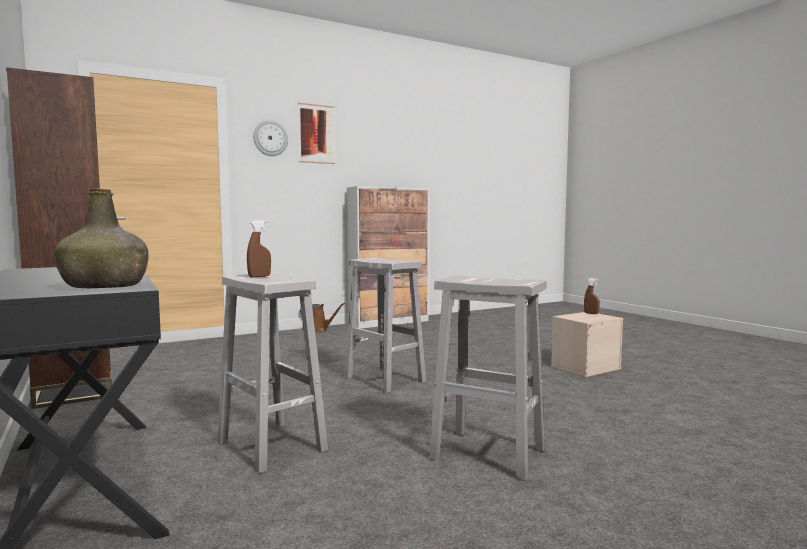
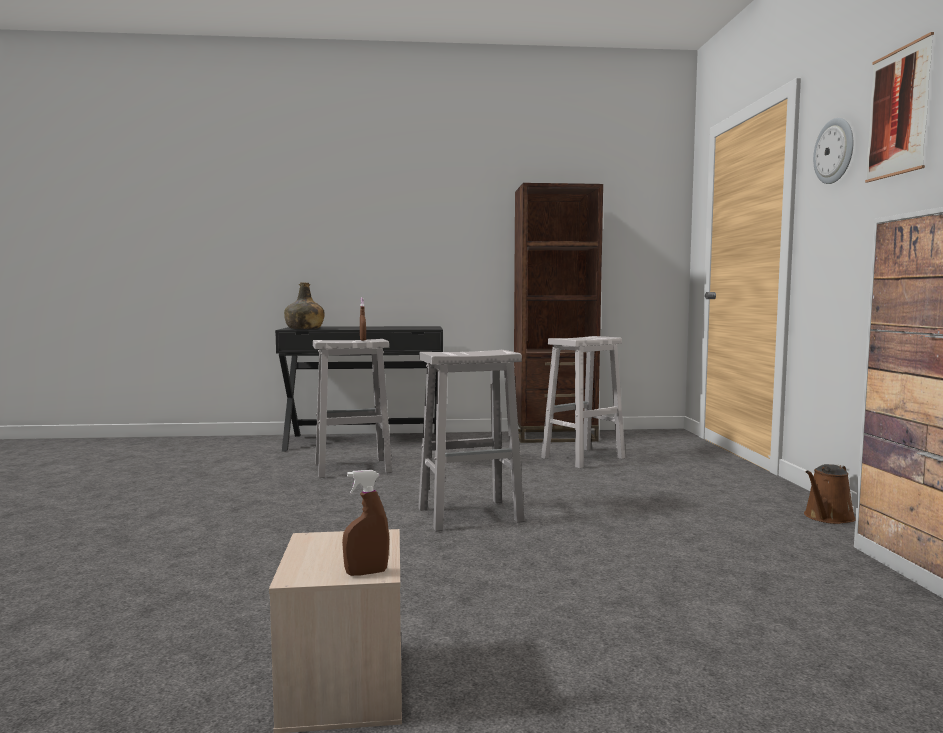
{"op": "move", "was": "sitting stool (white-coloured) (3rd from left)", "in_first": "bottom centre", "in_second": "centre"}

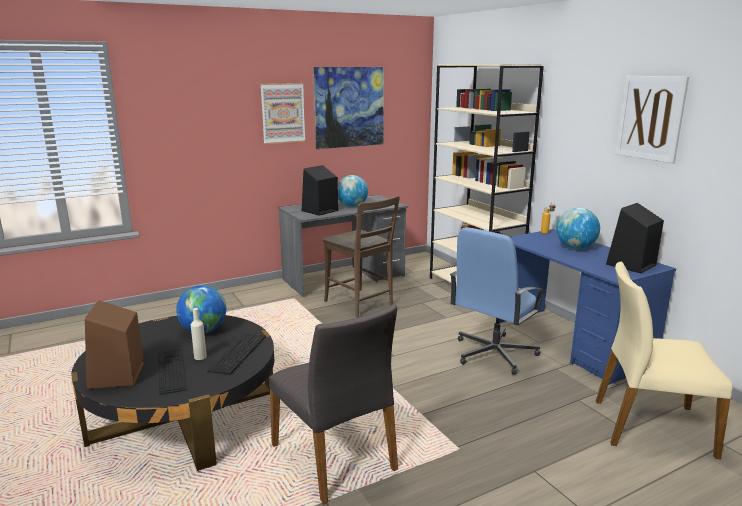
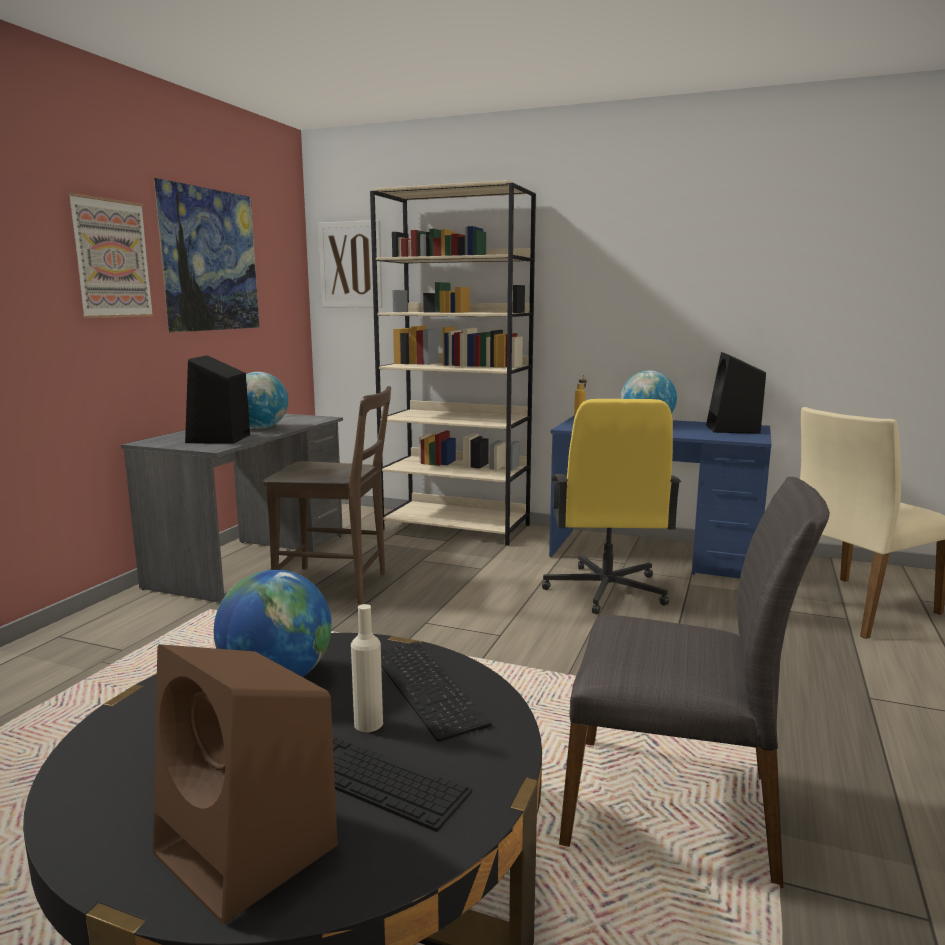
{"op": "move", "was": "wall art (3rd from left)", "in_first": "top right", "in_second": "top centre"}
{"op": "recolor", "was": "computer chair (blue-coloured)", "now": "computer chair (yellow)", "in_first": "middle right", "in_second": "centre"}

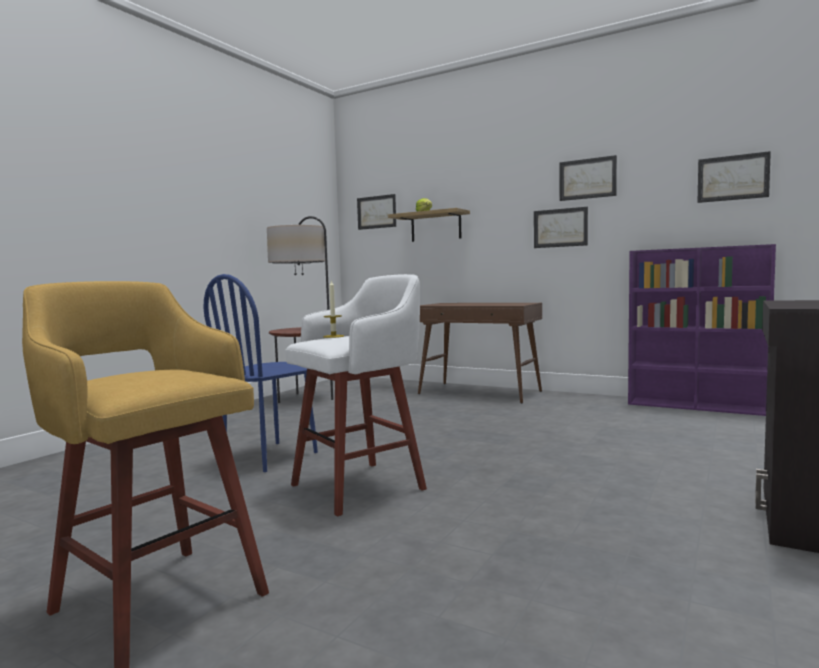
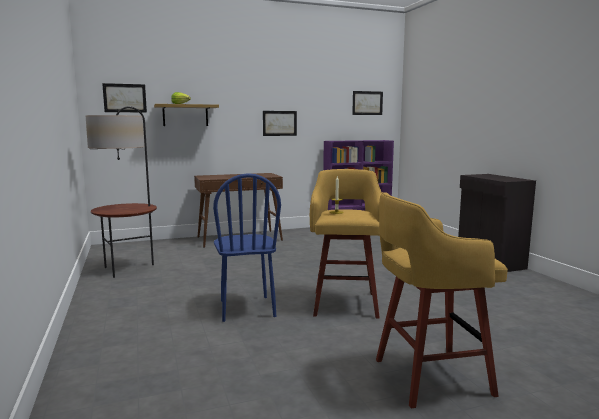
{"op": "recolor", "was": "sitting stool (white-coloured)", "now": "sitting stool (yellow) (1st from left)", "in_first": "centre", "in_second": "centre"}
{"op": "delete", "was": "wall art (3rd from left)", "in_first": "top right"}

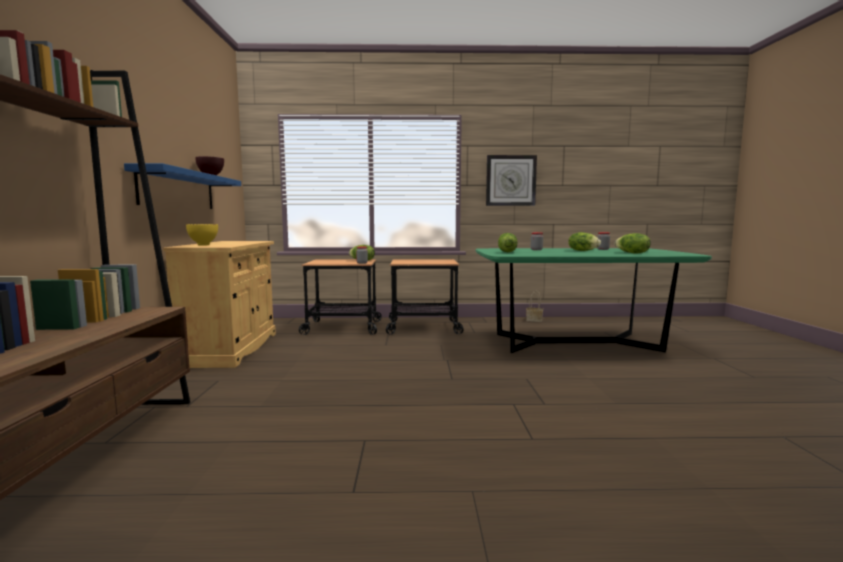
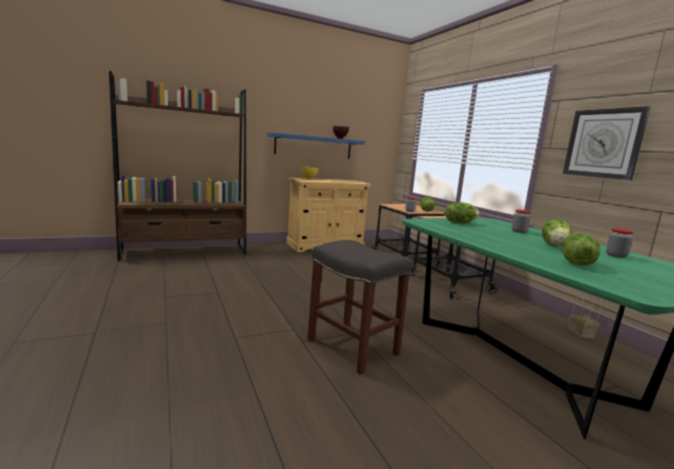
{"op": "insert", "now": "sitting stool (gray)", "in_second": "centre"}

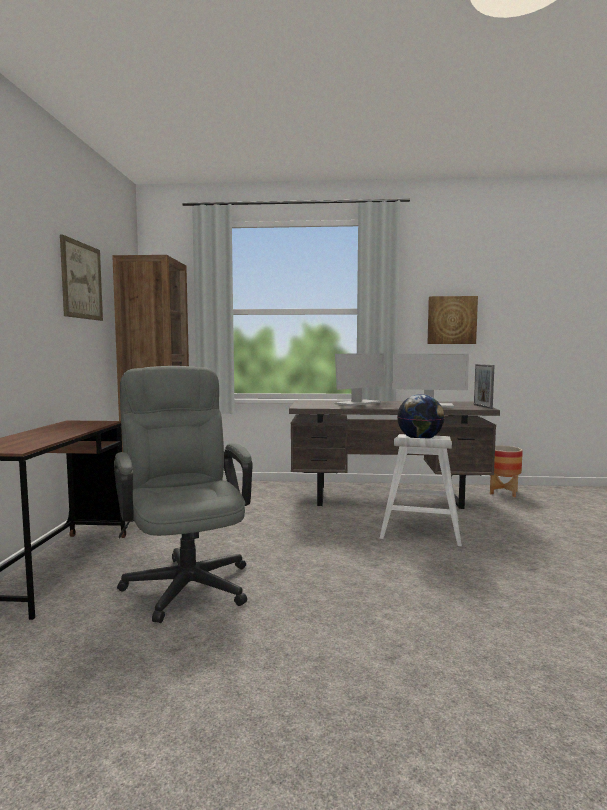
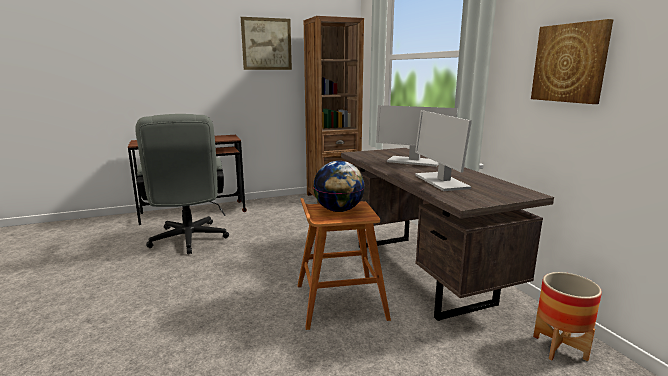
{"op": "rotate", "was": "computer chair (gray)", "in_first": "middle left", "in_second": "middle left", "clockwise": 120}
{"op": "recolor", "was": "sitting stool (white-coloured)", "now": "sitting stool (brownish)", "in_first": "middle right", "in_second": "bottom centre"}
{"op": "delete", "was": "picture frame", "in_first": "middle right"}

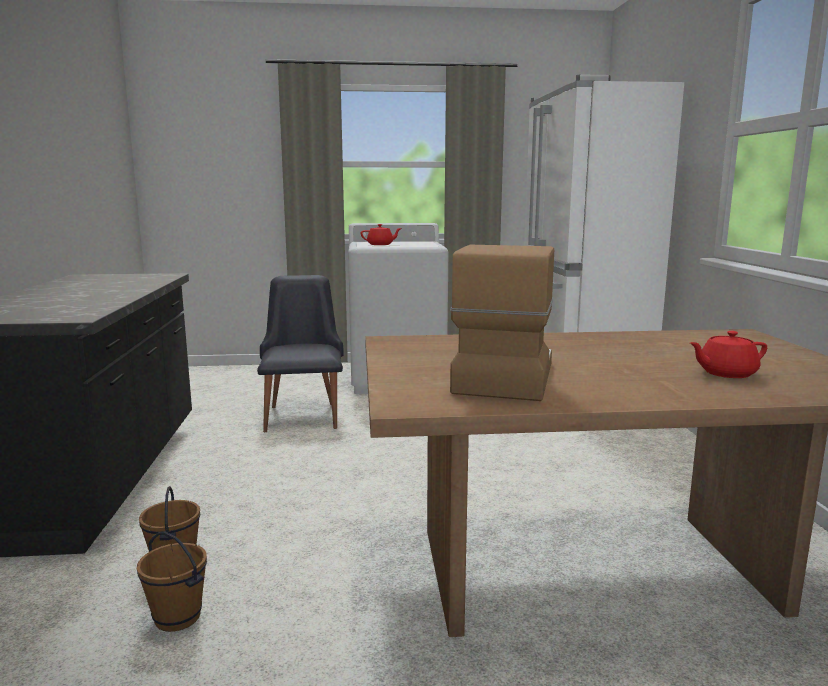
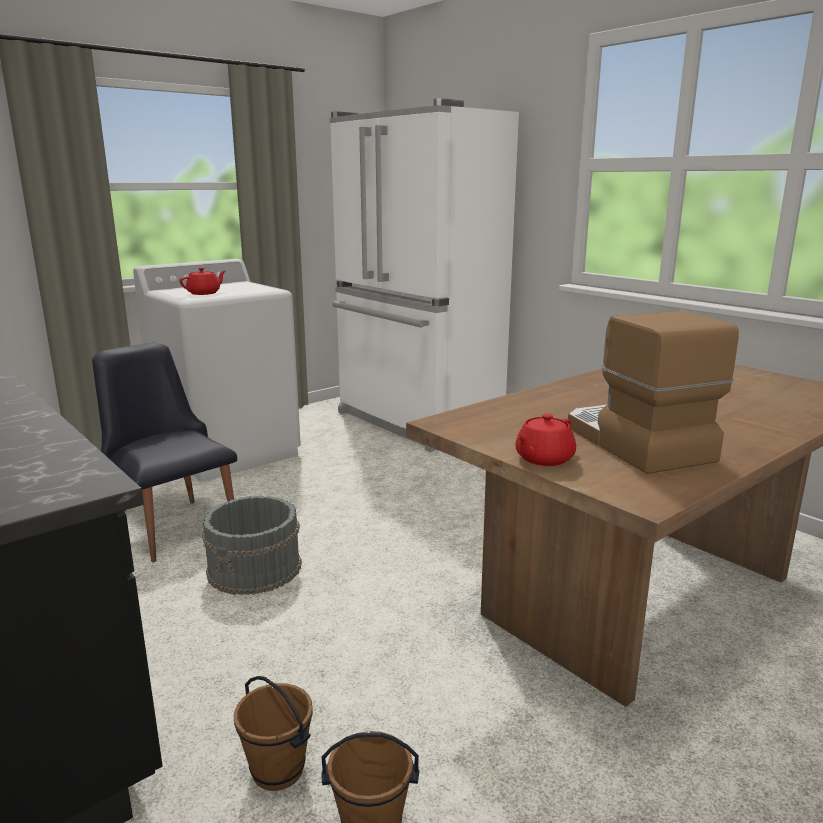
{"op": "insert", "now": "bucket (gray)", "in_second": "middle left"}
{"op": "move", "was": "tea pot (red-coloured) (2nd from left)", "in_first": "middle right", "in_second": "centre"}

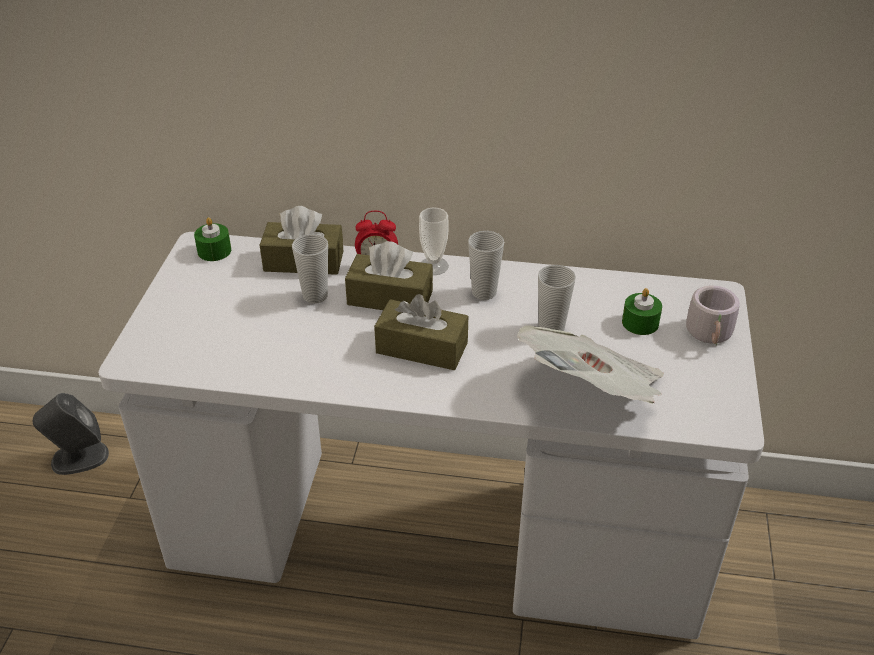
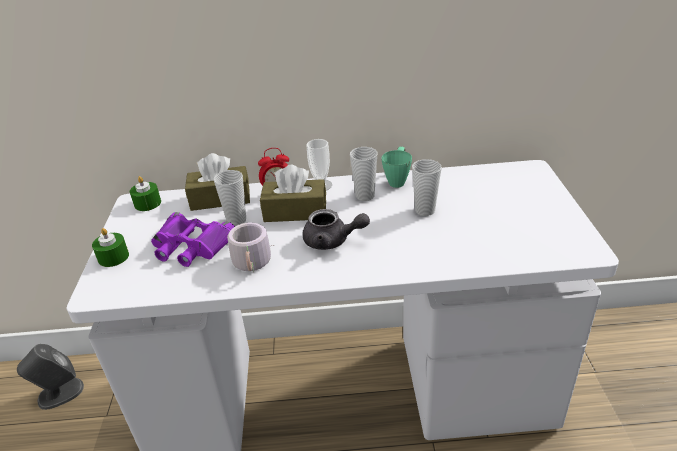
{"op": "move", "was": "candle (green-coloured) (2nd from left in the first image)", "now": "candle (green-coloured) (1st from left)", "in_first": "middle right", "in_second": "middle left"}
{"op": "insert", "now": "field glasses (purple-coloured)", "in_second": "middle left"}
{"op": "move", "was": "mug (gray)", "in_first": "middle right", "in_second": "centre"}
{"op": "replace", "was": "tissue box (brownish) (3rd from left)", "now": "tea pot (gray)", "in_first": "centre", "in_second": "centre"}
{"op": "insert", "now": "mug (green-coloured)", "in_second": "centre"}
{"op": "delete", "was": "newspaper", "in_first": "middle right"}

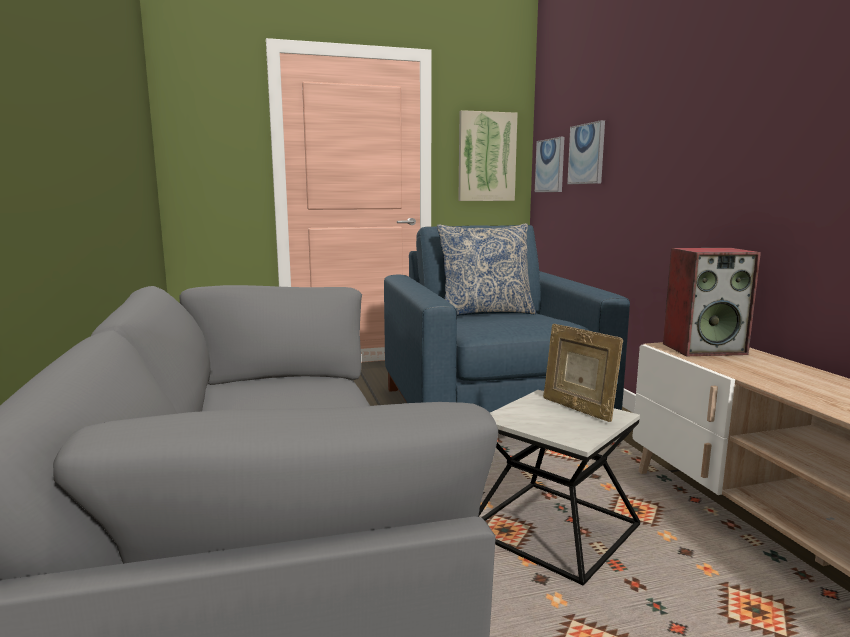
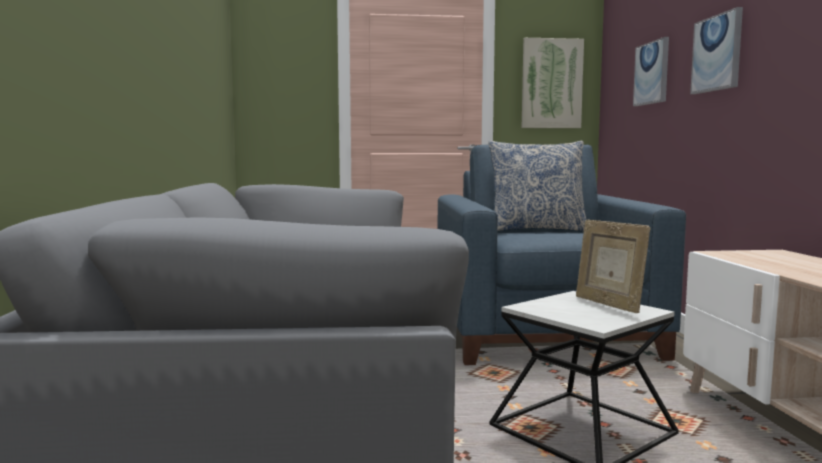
{"op": "move", "was": "wall art (2nd from left in the first image)", "now": "wall art (3rd from left)", "in_first": "top centre", "in_second": "top right"}
{"op": "delete", "was": "loudspeaker", "in_first": "middle right"}

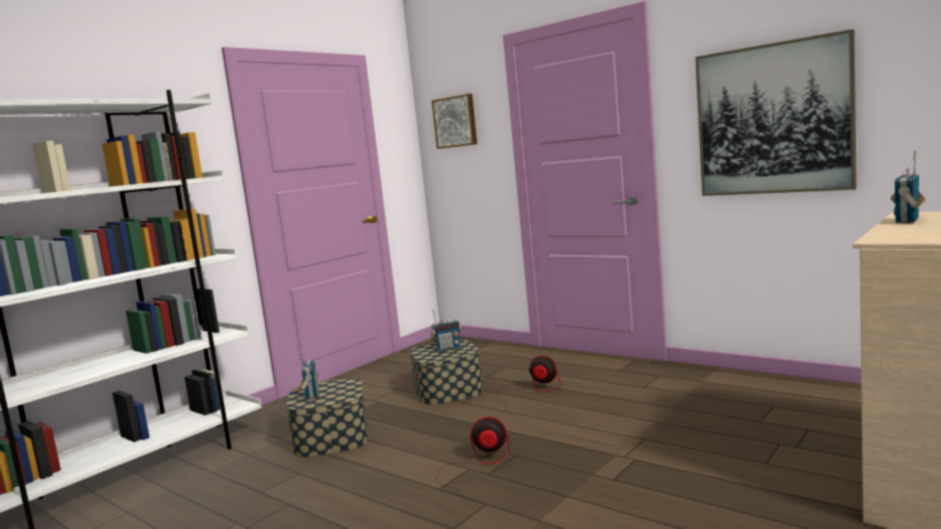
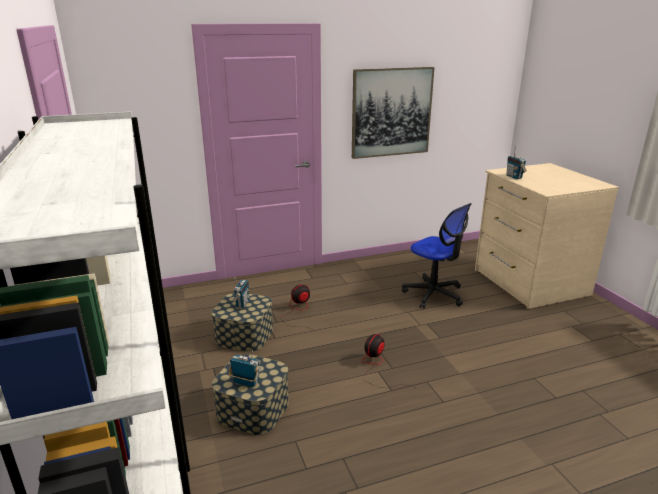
{"op": "insert", "now": "computer chair", "in_second": "centre"}
{"op": "delete", "was": "wall art (1st from left)", "in_first": "top centre"}

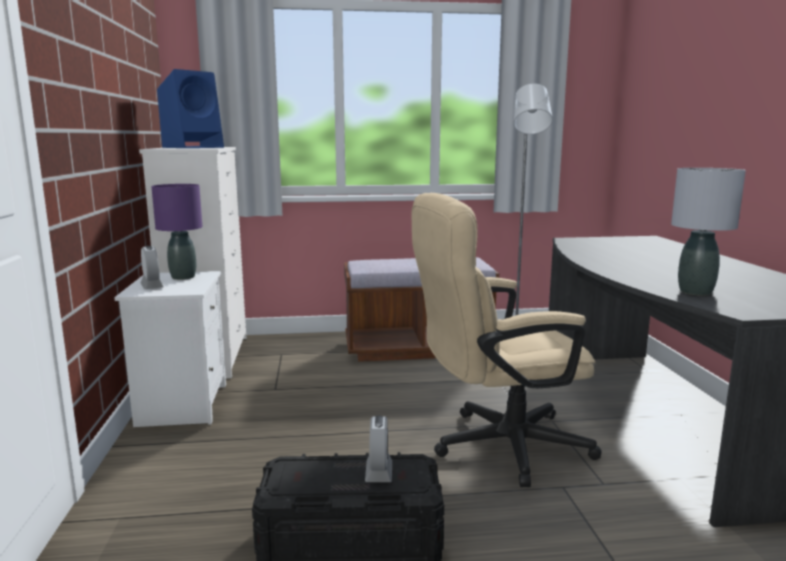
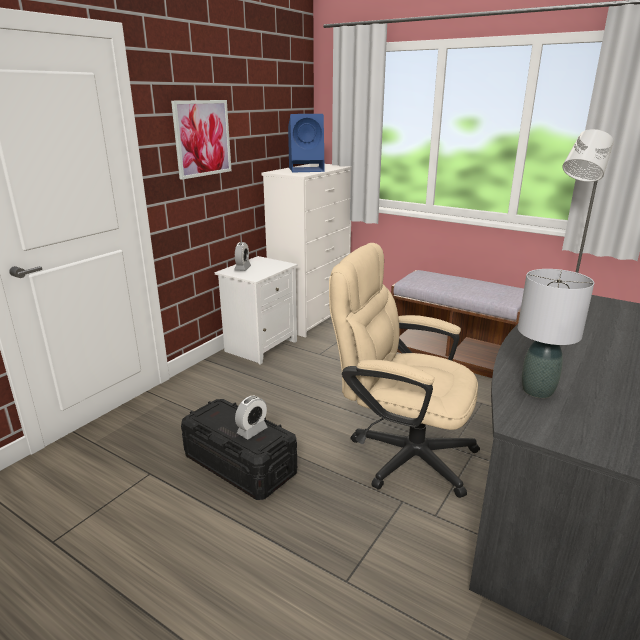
{"op": "insert", "now": "wall art", "in_second": "top left"}
{"op": "delete", "was": "lamp for a table (purple-coloured)", "in_first": "middle left"}

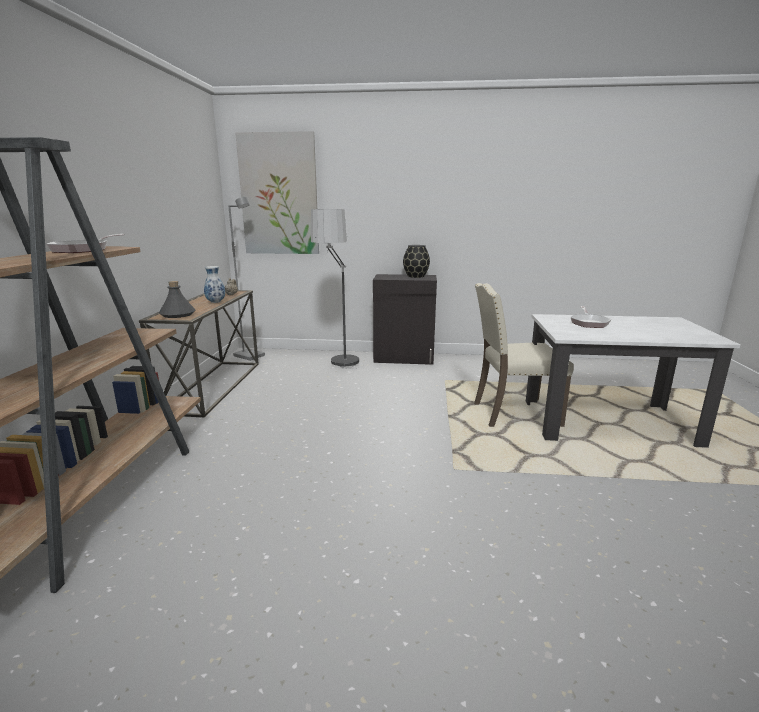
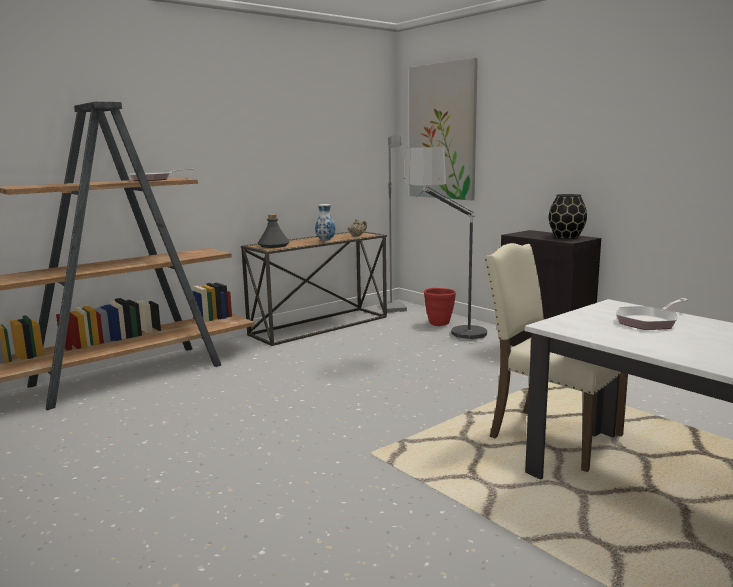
{"op": "insert", "now": "flower pot (red-coloured)", "in_second": "centre"}

